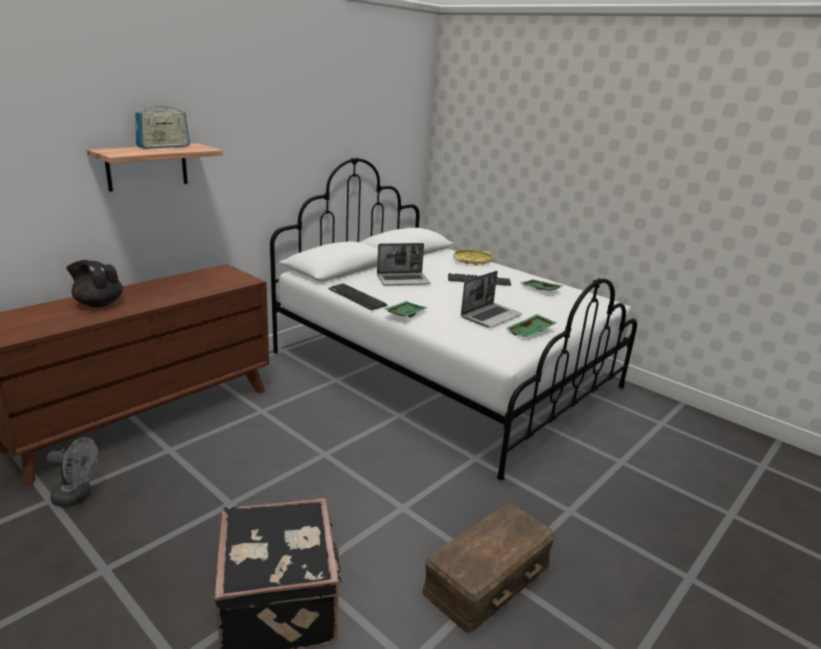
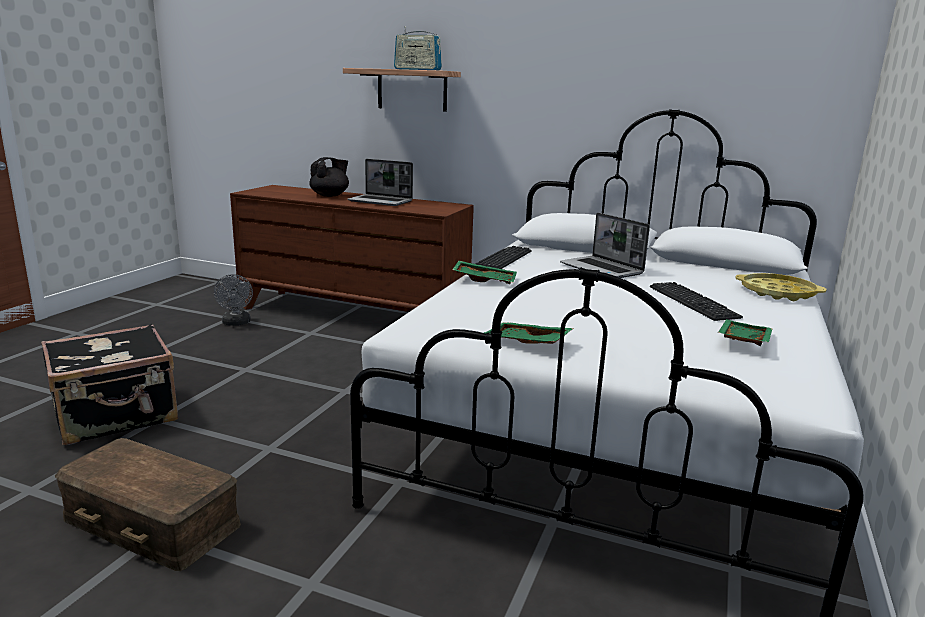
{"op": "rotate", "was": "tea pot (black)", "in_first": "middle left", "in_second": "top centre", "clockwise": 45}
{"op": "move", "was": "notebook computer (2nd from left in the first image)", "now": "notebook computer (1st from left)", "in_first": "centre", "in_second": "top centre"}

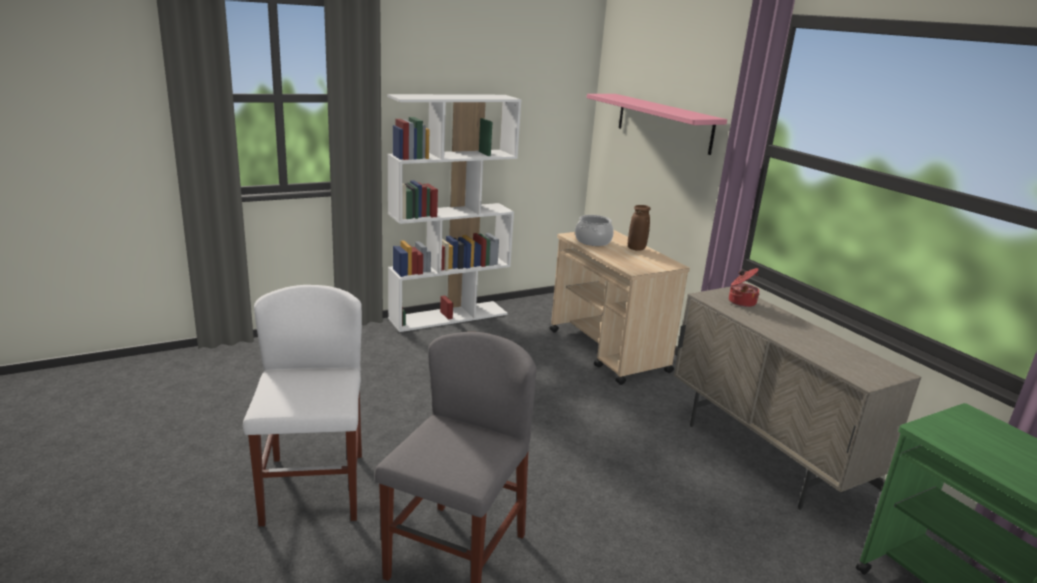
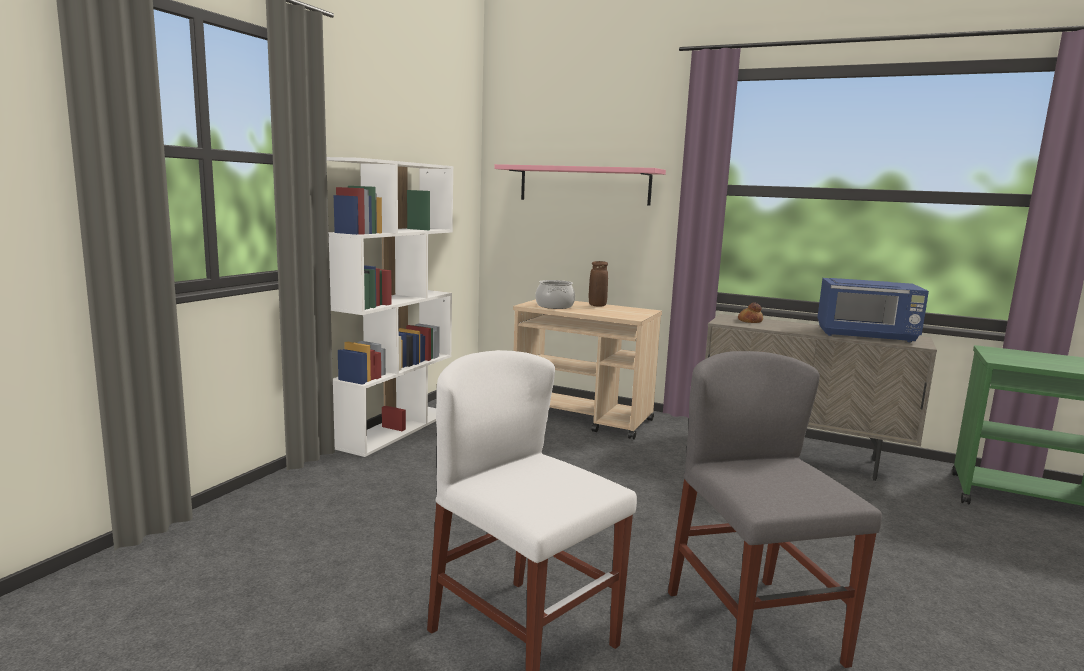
{"op": "replace", "was": "cooking pot (2nd from left)", "now": "bread", "in_first": "middle right", "in_second": "middle right"}
{"op": "insert", "now": "microwave oven (blue-coloured)", "in_second": "middle right"}

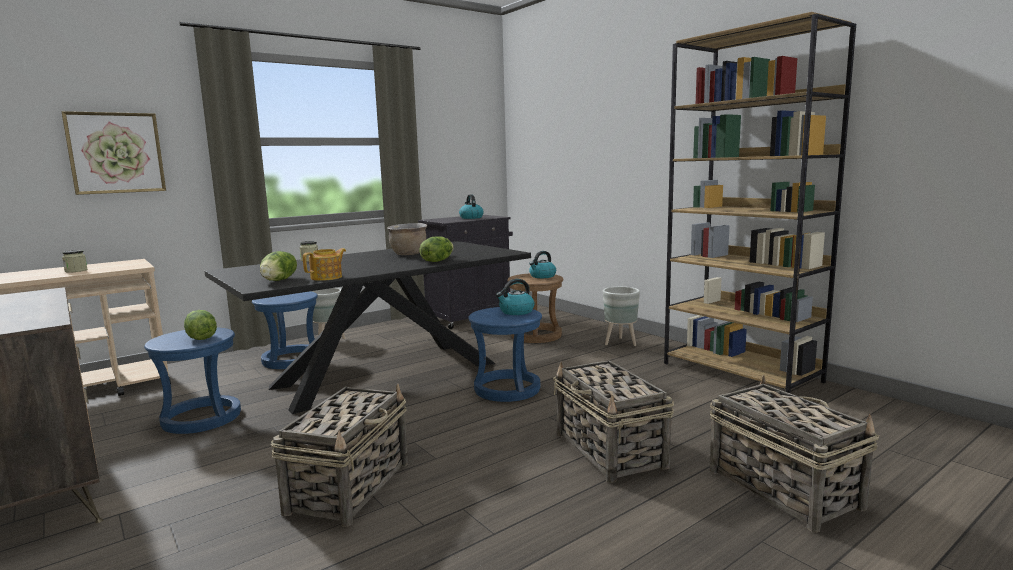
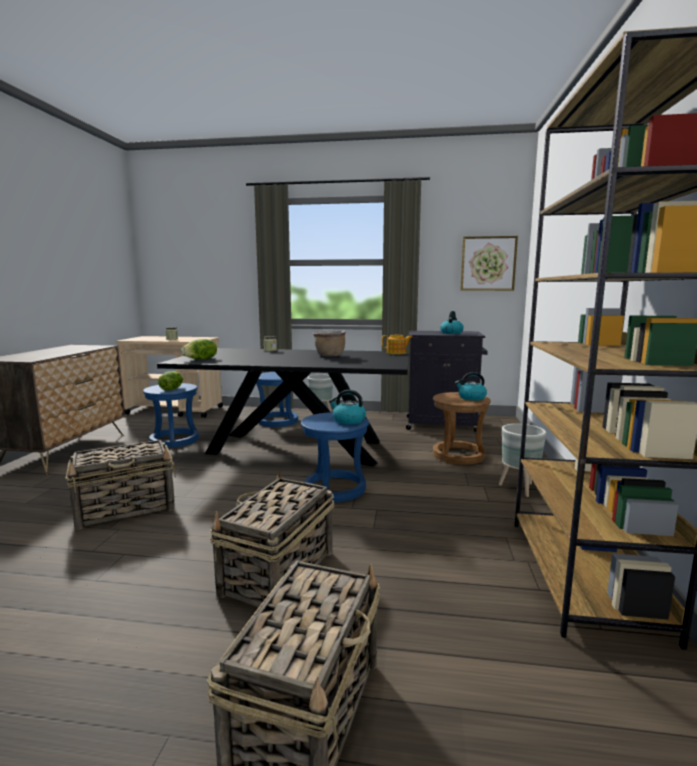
{"op": "move", "was": "tea pot", "in_first": "middle left", "in_second": "centre"}
{"op": "move", "was": "wall art", "in_first": "top left", "in_second": "middle right"}
{"op": "delete", "was": "lettuce head (3rd from left)", "in_first": "centre"}

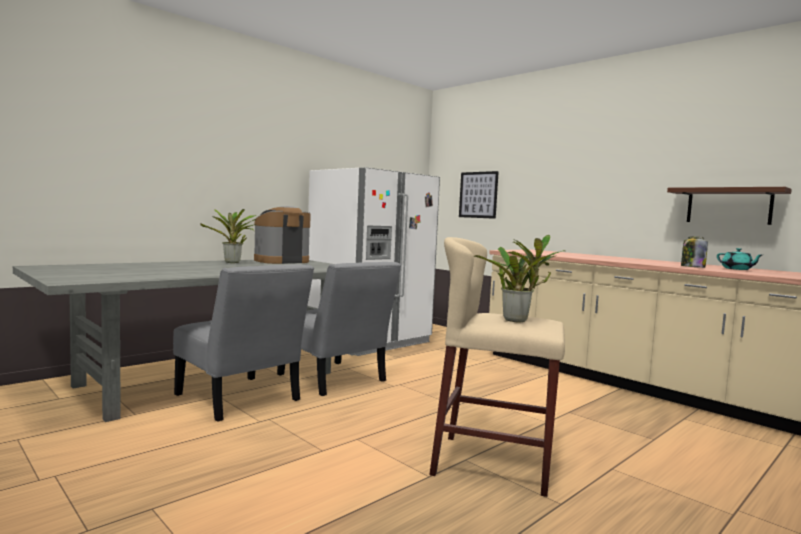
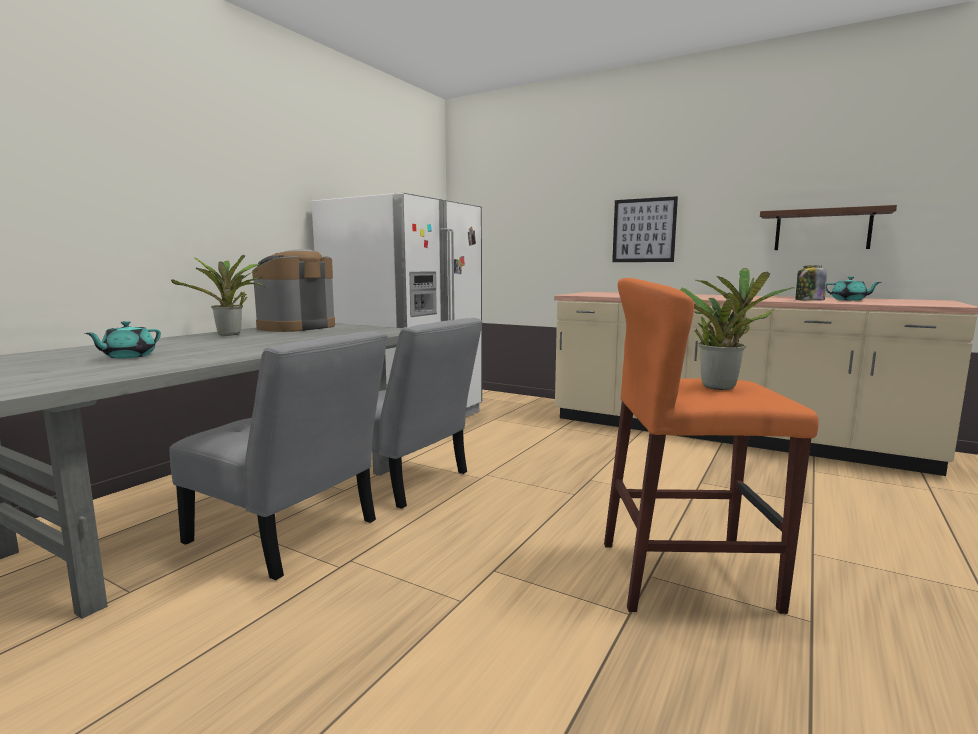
{"op": "insert", "now": "tea pot (blue-green) (1st from left)", "in_second": "middle left"}
{"op": "recolor", "was": "sitting stool (beige)", "now": "sitting stool (orange-coloured)", "in_first": "bottom centre", "in_second": "middle right"}
{"op": "move", "was": "wall art", "in_first": "centre", "in_second": "top centre"}

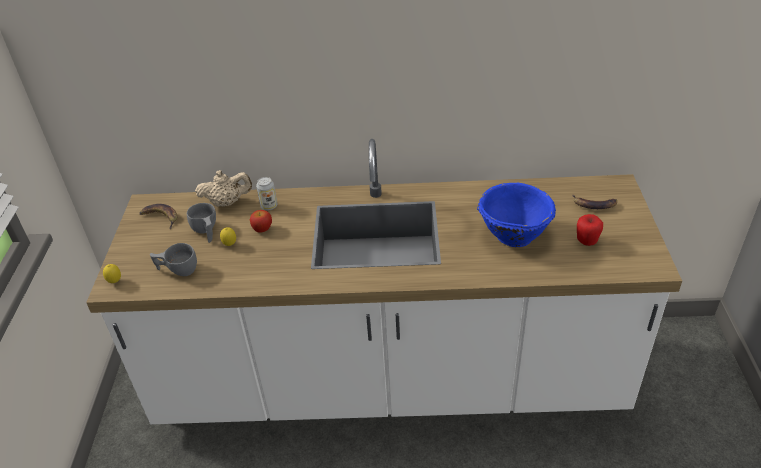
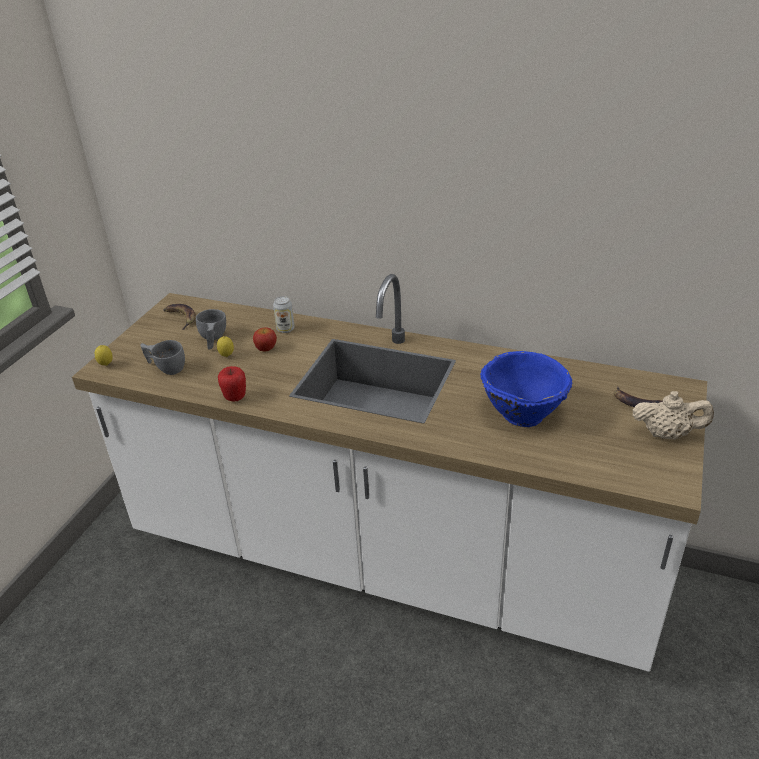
{"op": "move", "was": "whole apple (2nd from left in the first image)", "now": "whole apple (1st from left)", "in_first": "middle right", "in_second": "middle left"}
{"op": "move", "was": "tea pot (beige)", "in_first": "middle left", "in_second": "middle right"}

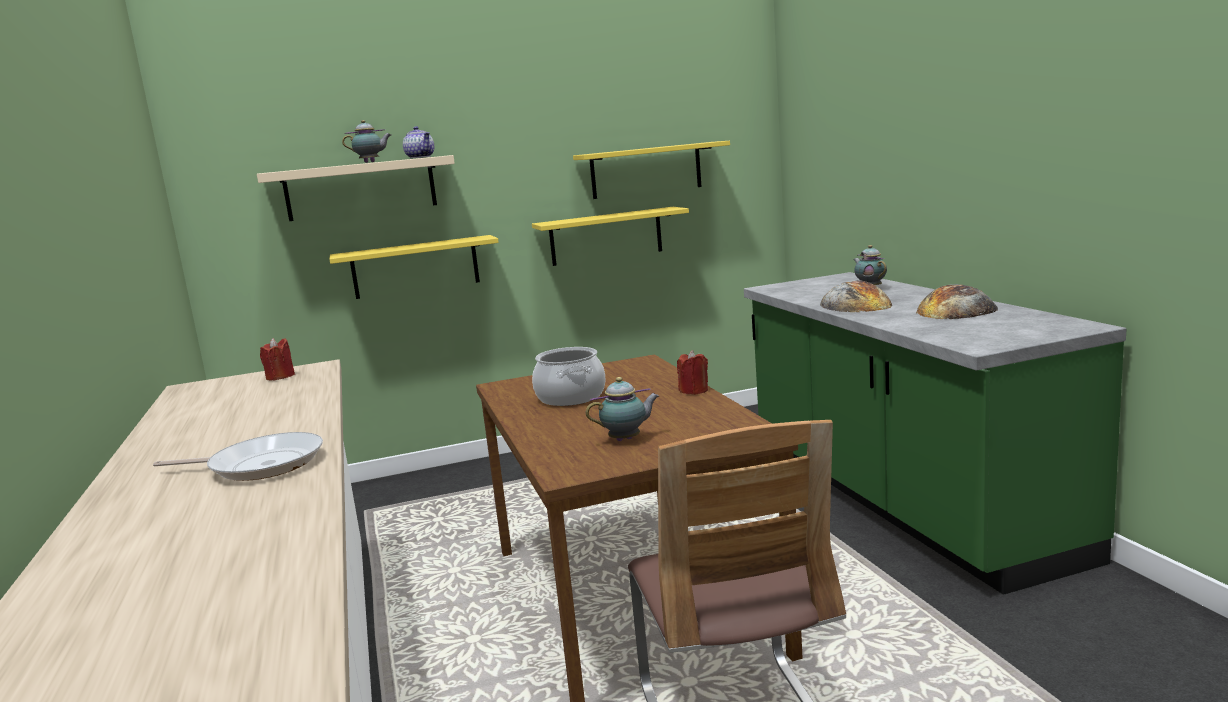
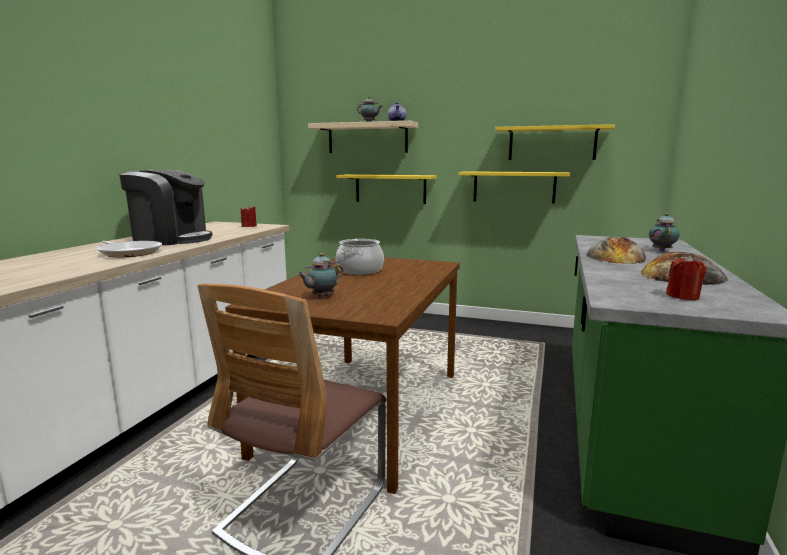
{"op": "insert", "now": "coffee machine", "in_second": "middle left"}
{"op": "rotate", "was": "tea pot (3rd from left in the first image)", "in_first": "centre", "in_second": "centre", "clockwise": 120}
{"op": "move", "was": "candle (red-coloured) (2nd from left)", "in_first": "centre", "in_second": "middle right"}

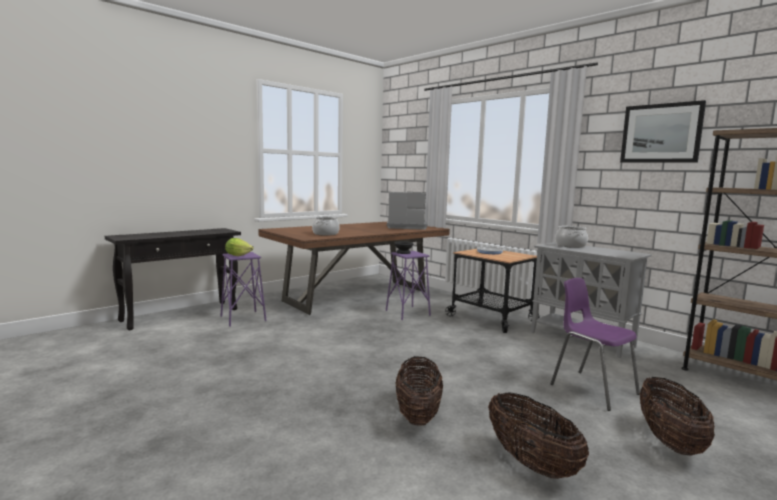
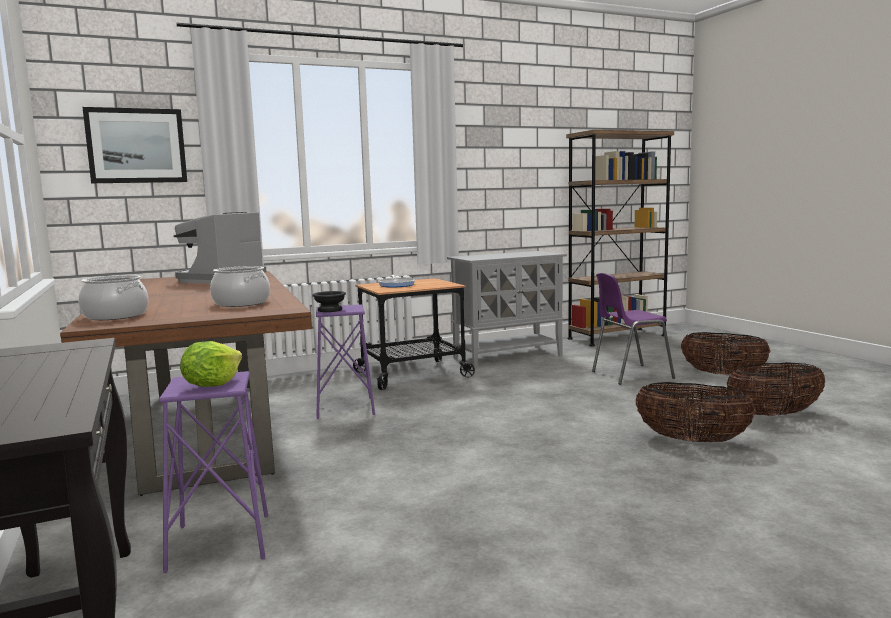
{"op": "move", "was": "cooking pot (2nd from left in the first image)", "now": "cooking pot (1st from left)", "in_first": "middle right", "in_second": "middle left"}
{"op": "move", "was": "wall art", "in_first": "top right", "in_second": "top left"}

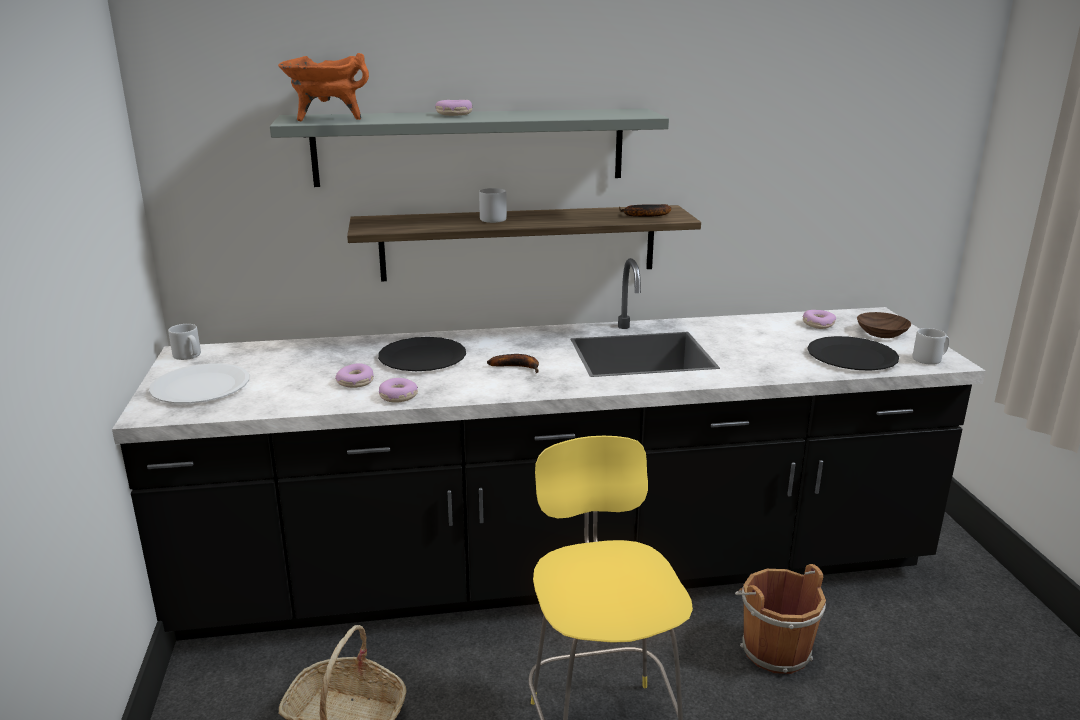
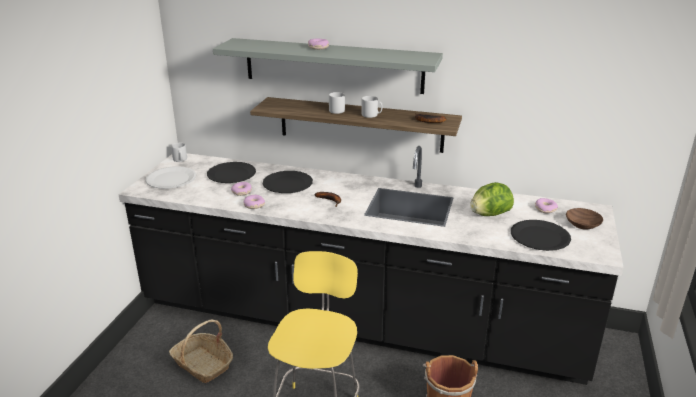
{"op": "insert", "now": "dinner plate (black) (1st from left)", "in_second": "middle left"}
{"op": "move", "was": "mug (gray) (3rd from left)", "in_first": "middle right", "in_second": "top centre"}
{"op": "insert", "now": "lettuce head", "in_second": "middle right"}
{"op": "delete", "was": "cooking pot (orange-coloured)", "in_first": "top left"}

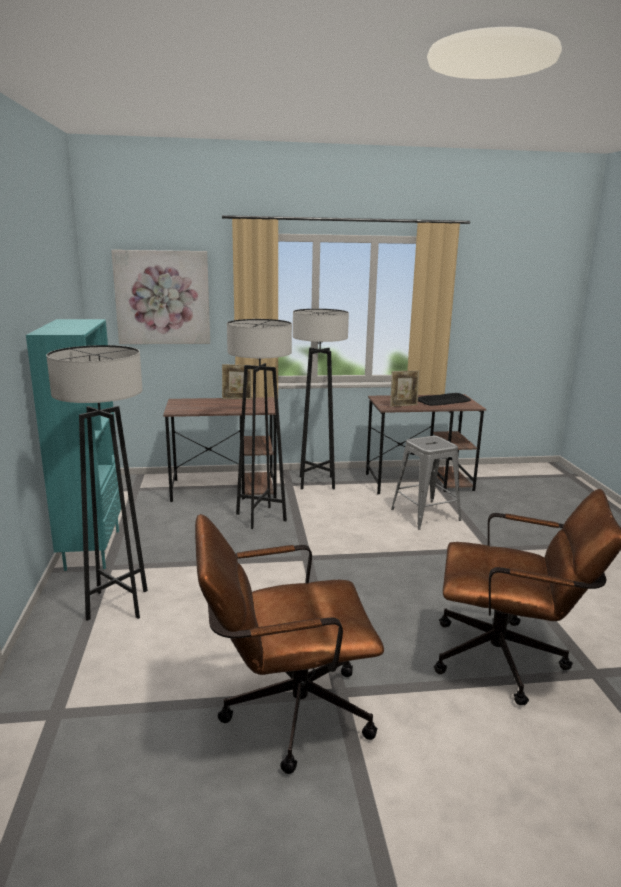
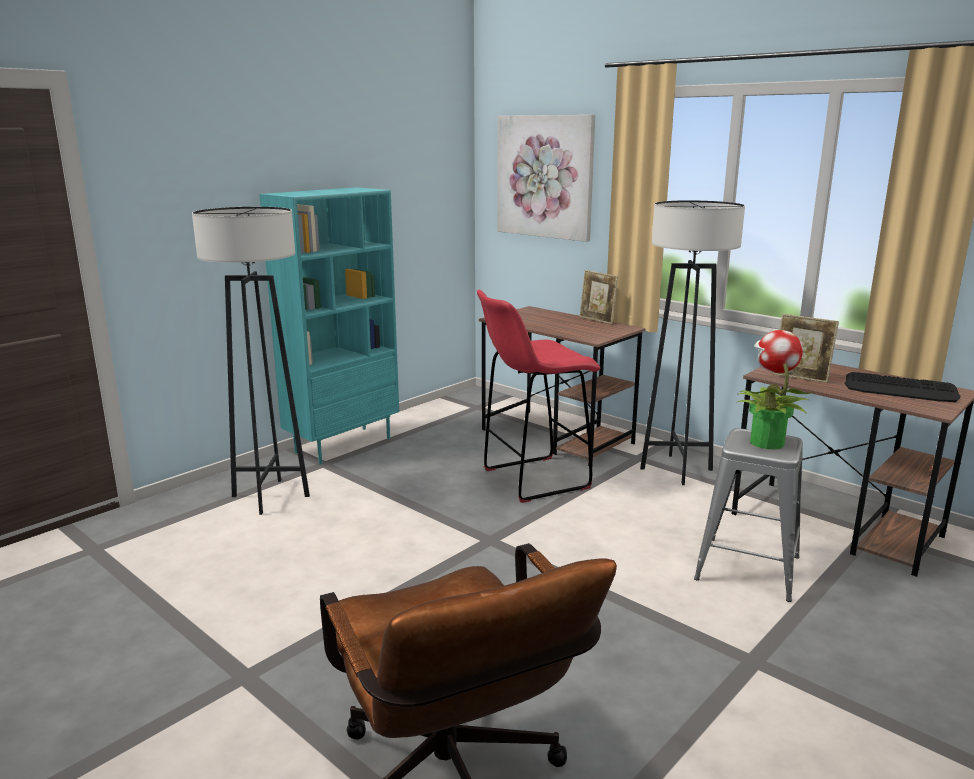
{"op": "replace", "was": "standing lamp (gray) (2nd from left)", "now": "sitting stool (red-coloured)", "in_first": "centre", "in_second": "centre"}
{"op": "insert", "now": "plant in a pot", "in_second": "middle right"}
{"op": "delete", "was": "computer chair (brownish) (1st from left)", "in_first": "bottom centre"}

